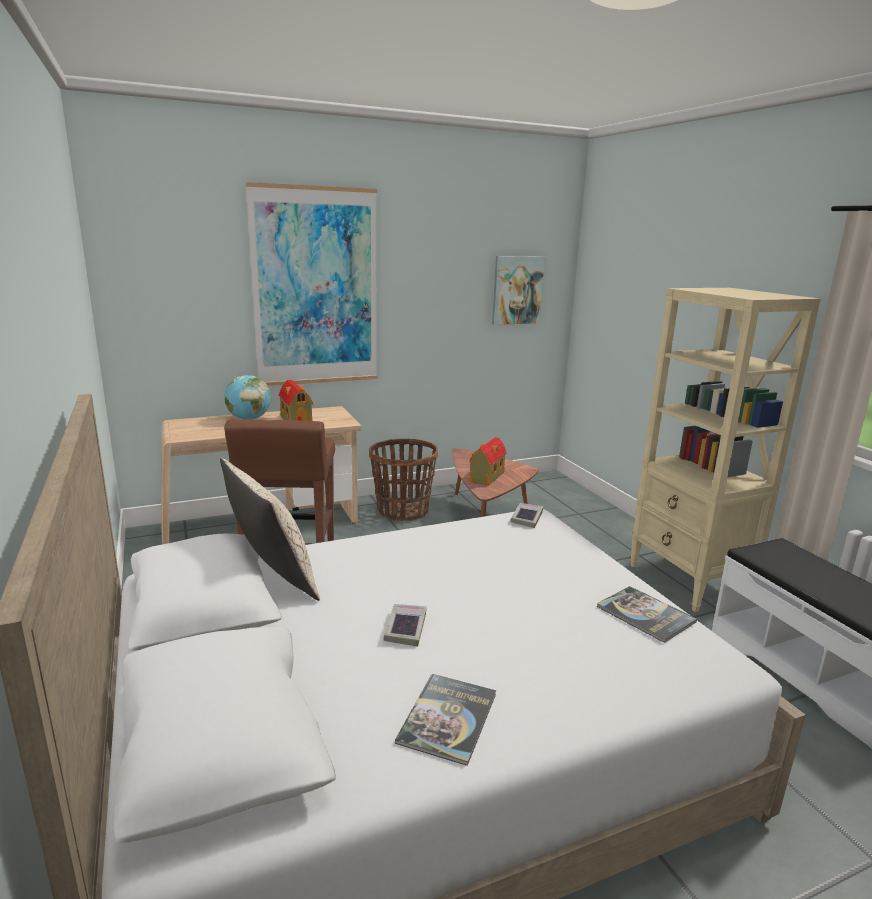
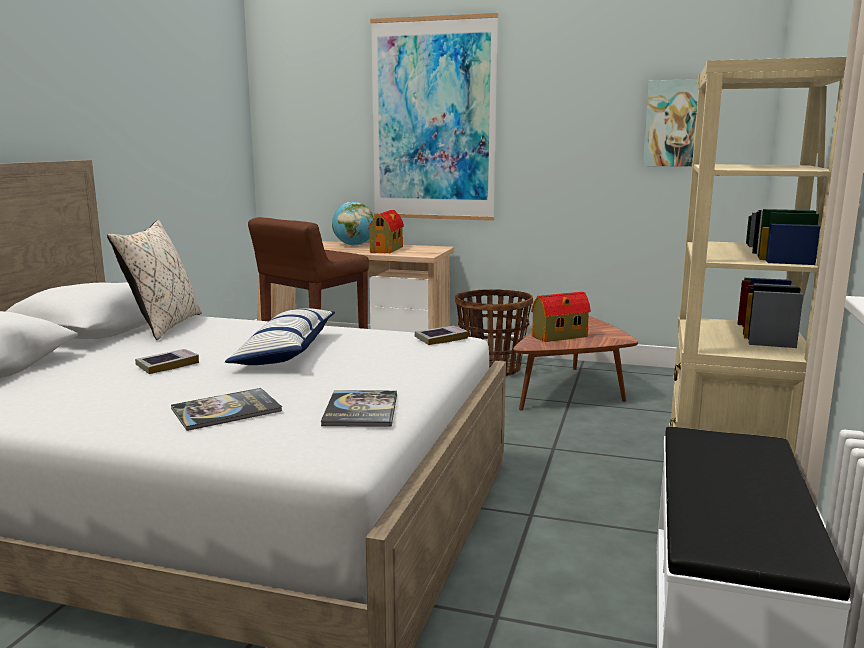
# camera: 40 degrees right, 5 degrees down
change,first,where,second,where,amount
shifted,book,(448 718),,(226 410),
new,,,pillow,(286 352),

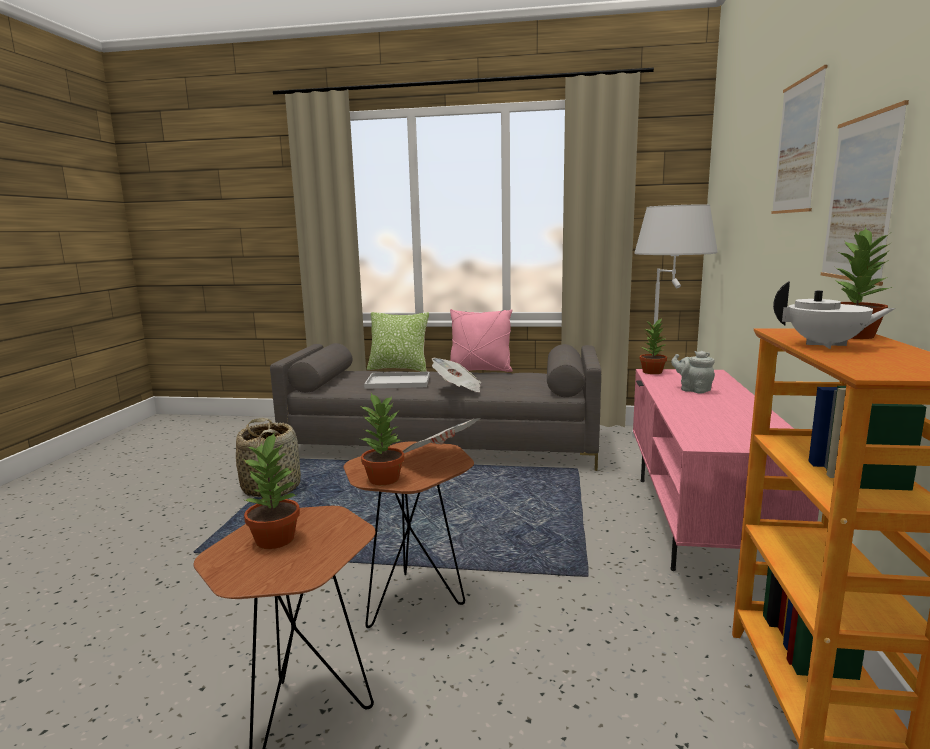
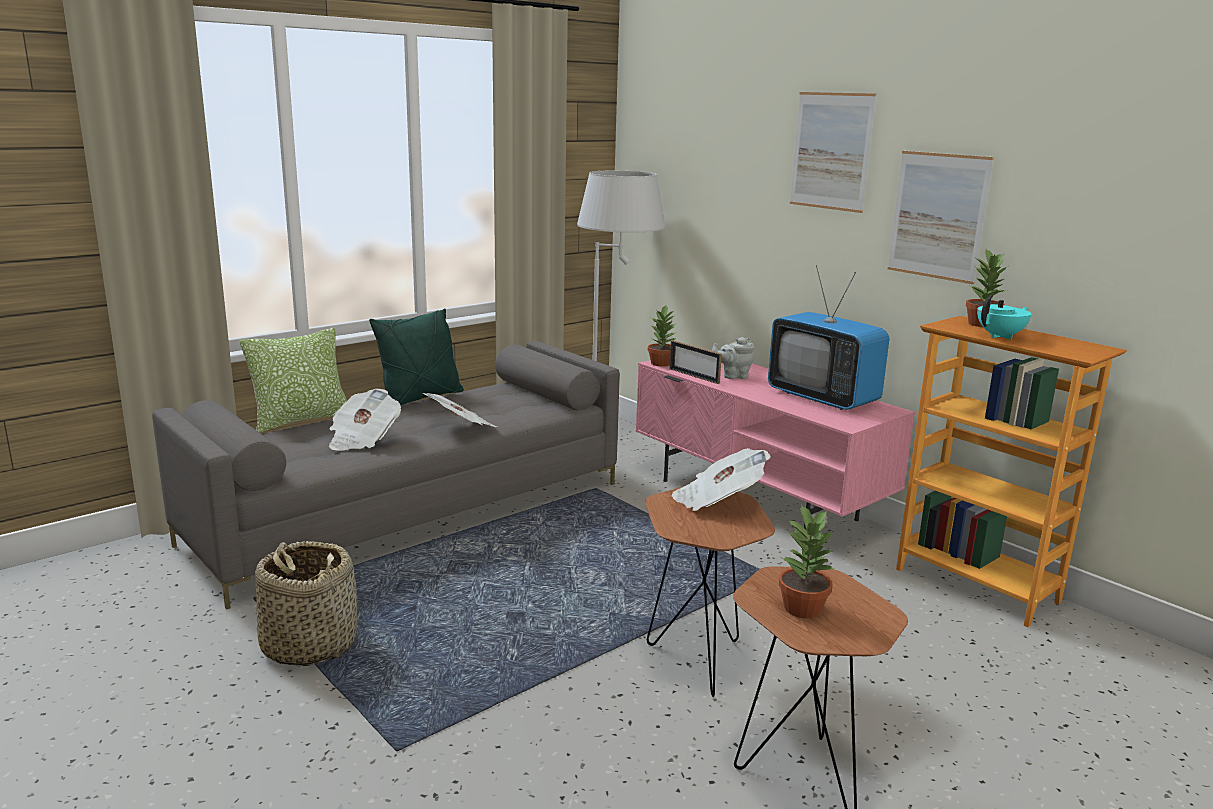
# camera: 50 degrees left, 5 degrees up
change,first,where,second,where,amount
gone,potted plant,(384 478),,,
swapped,white tray,(396 382),newspaper,(362 439),
repainted,pink pillow,(480 371),green pillow,(420 398),
repainted,white teapot,(826 345),turquoise teapot,(1001 336),
new,,,picture frame,(693 376),
new,,,television,(823 398),

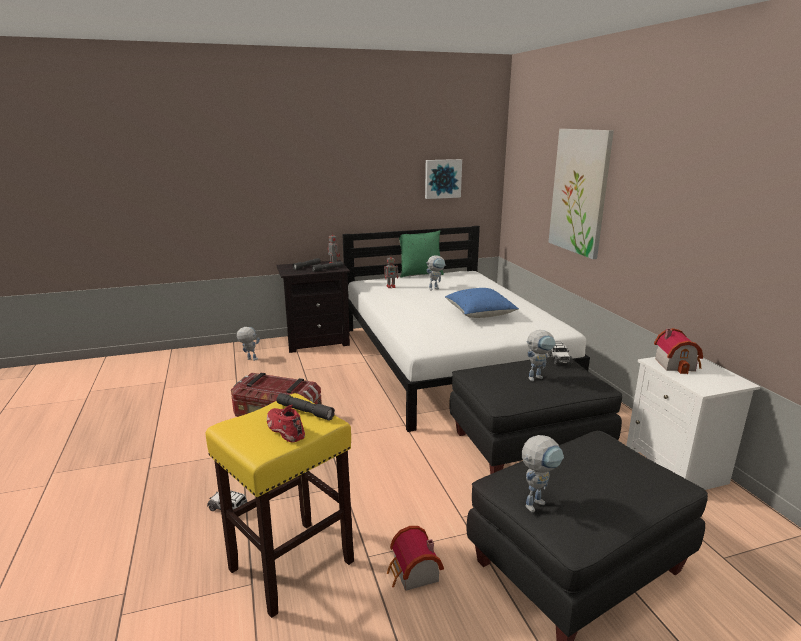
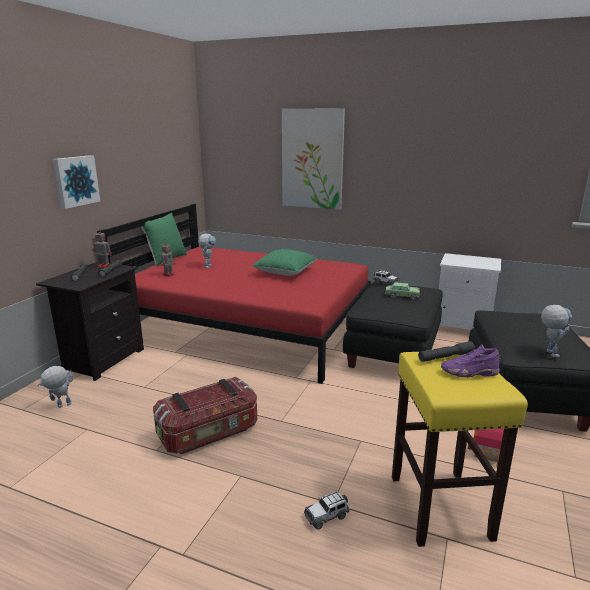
# camera: 50 degrees left, 0 degrees up
change,first,where,second,where,amount
repainted,red shoe,(284 429),purple shoe,(469 372),
repainted,white bed,(448 361),red bed,(248 326),
shifted,picture,(442 178),,(75 181),
repainted,blue pillow,(479 314),green pillow,(285 272),
swapped,toy robot,(537 377),toy car,(402 296),
gone,toy house,(677 364),,,

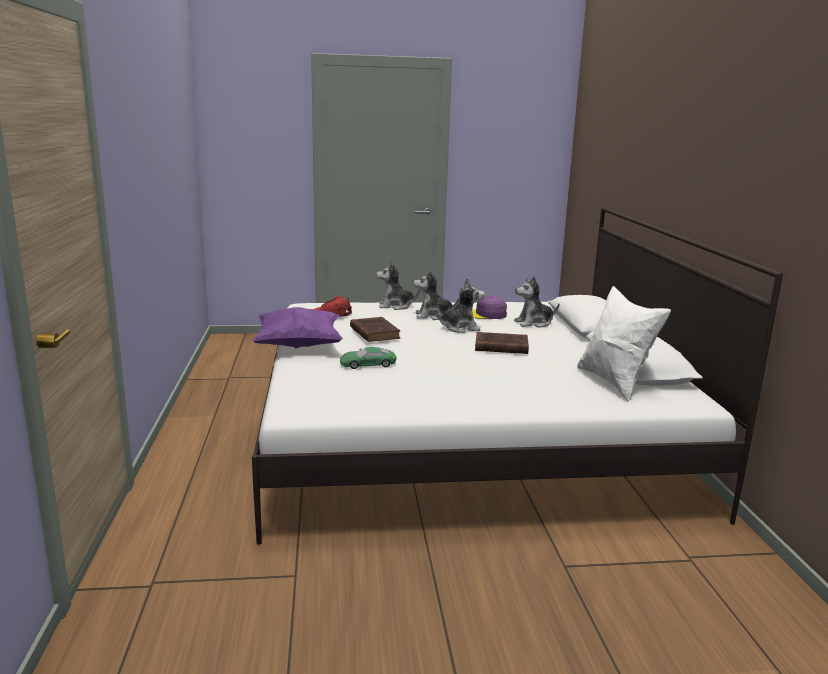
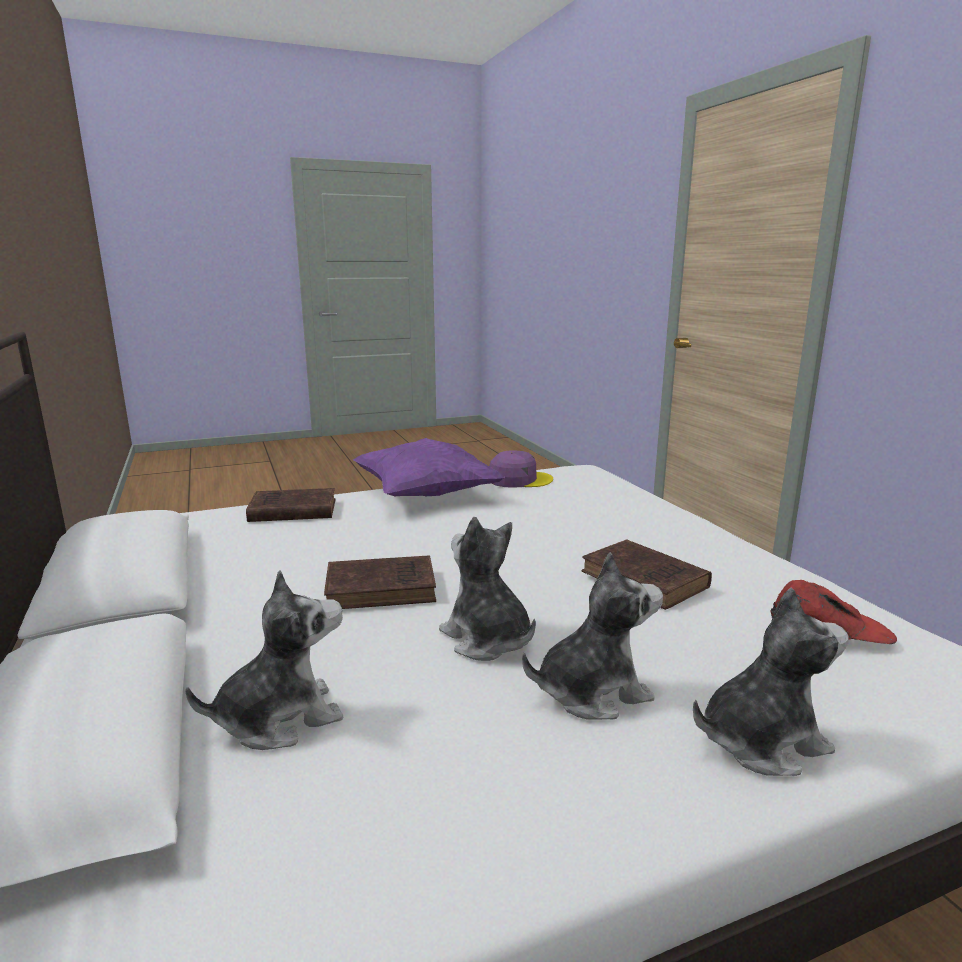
# camera: 165 degrees right, 0 degrees up
change,first,where,second,where,amount
shifted,purple pillow,(298 346),,(426 495),
gone,green toy car,(368 364),,,
rotated,plush toy,(460 328),,(487 640),75 degrees clockwise
shifted,purple cap,(486 314),,(519 479),
gone,white pillow,(614 383),,,
new,,,brown book,(290 511),

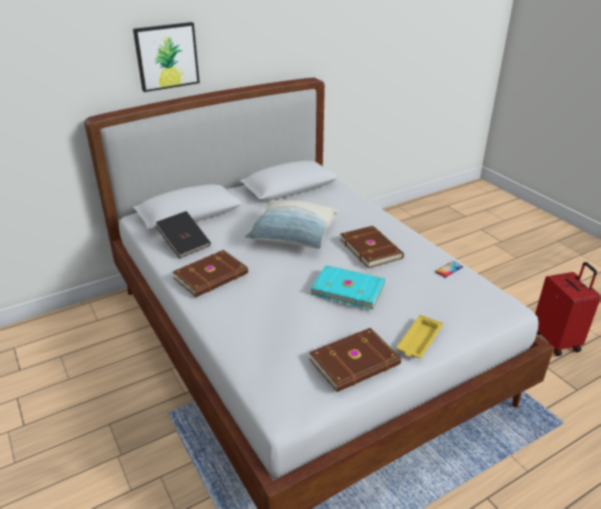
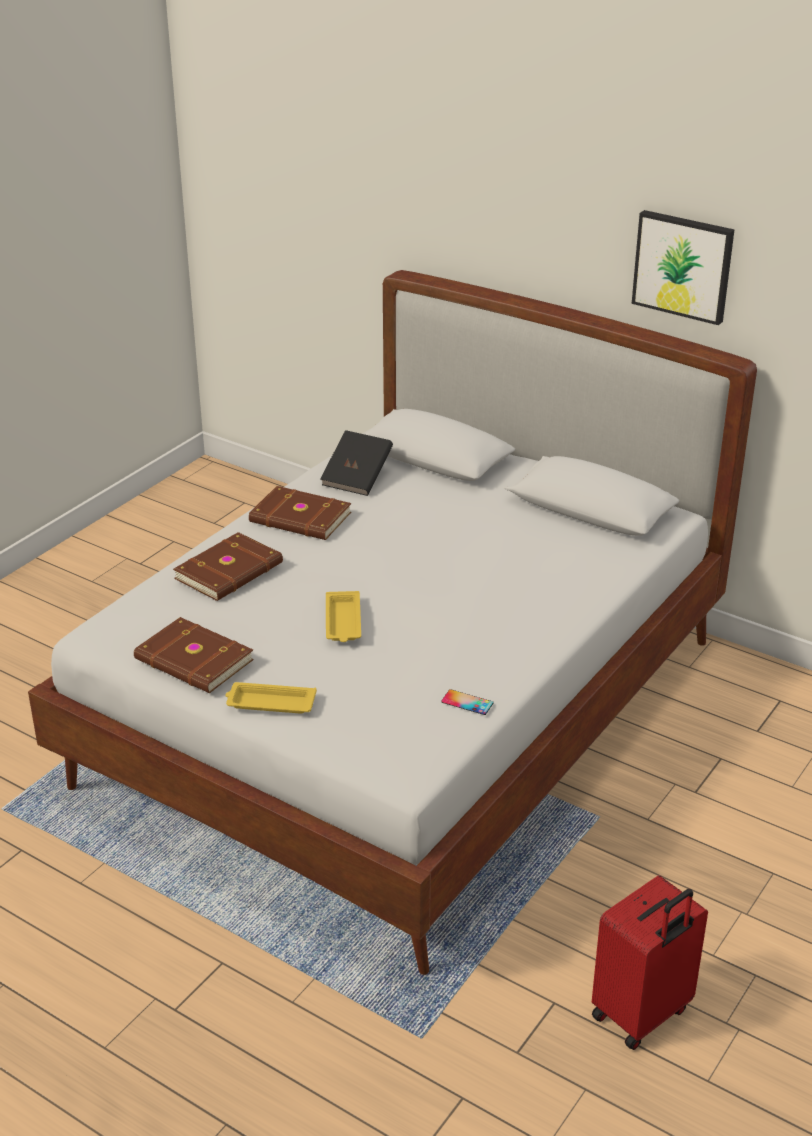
# camera: 65 degrees right, 0 degrees up
change,first,where,second,where,amount
shifted,picture,(166 56),,(683 266),
gone,pillow,(293 236),,,
swapped,turquoise book,(347 289),yellow tray,(343 622),
shifted,brown book,(371 248),,(230 571),

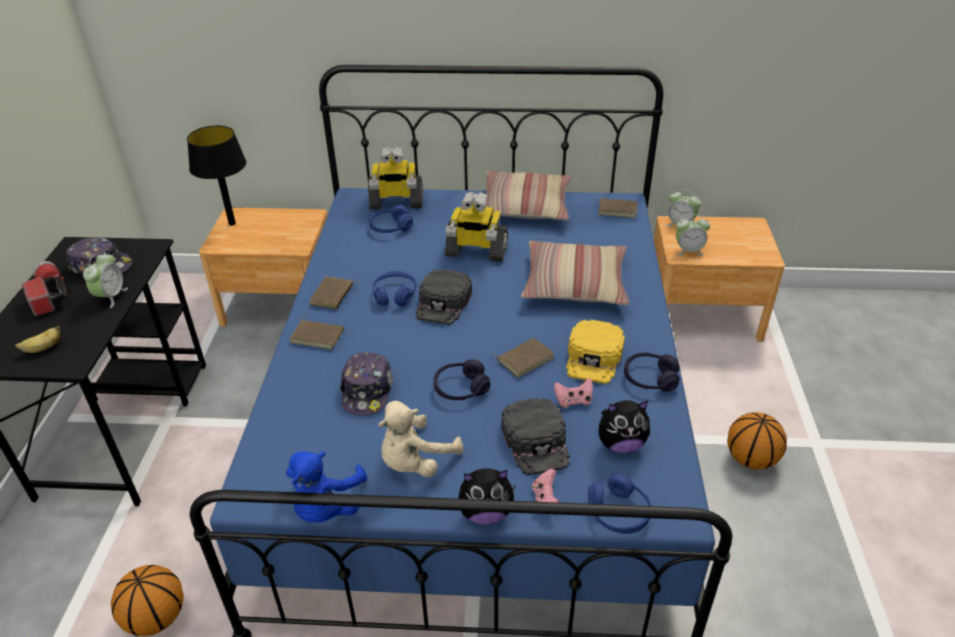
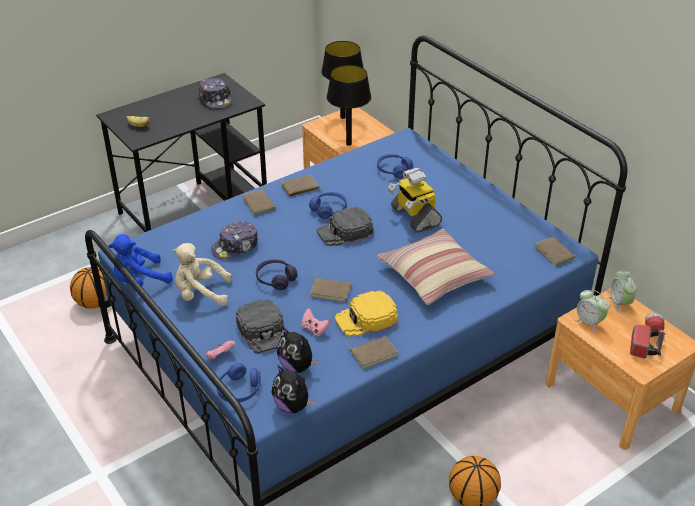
# camera: 50 degrees right, 0 degrees up
change,first,where,second,where,amount
shifted,flashlight,(49 296),,(646 342),
gone,alarm clock,(111 296),,,
gone,toy robot,(396 202),,,
shifted,plush toy,(485 513),,(292 406),
gone,pillow,(525 206),,,
rotated,black cap,(536 442),,(263 331),60 degrees counterclockwise
swapped,purple headphones,(650 379),brown book,(373 353),
new,,,black table lamp,(348 144),

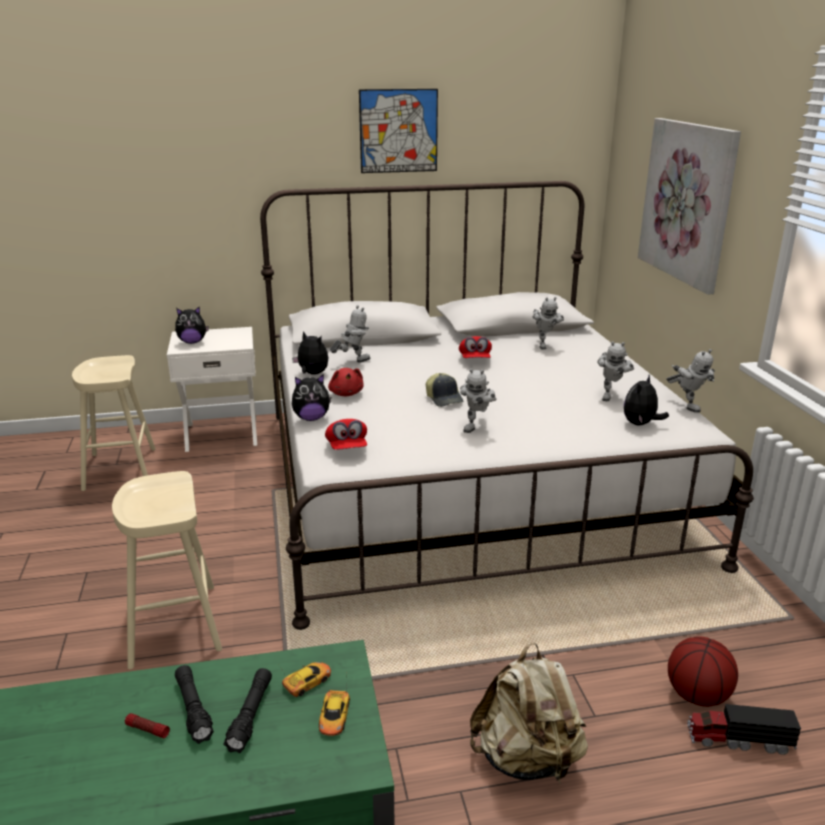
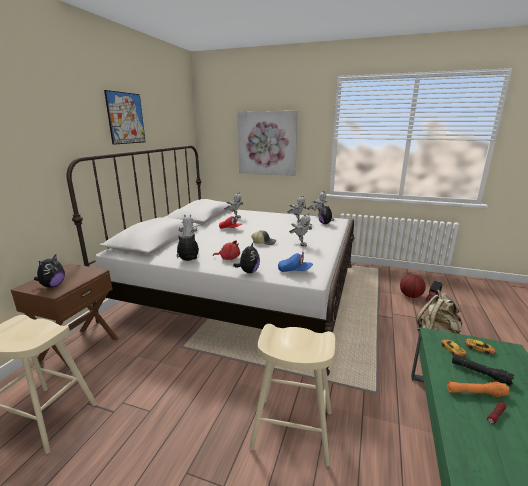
# camera: 60 degrees left, 5 degrees down
change,first,where,second,where,amount
repainted,white nightstand,(222 433),brown nightstand,(78 349),
repainted,black flashlight,(193 709),orange flashlight,(475 393),
repainted,red cap,(347 448),blue cap,(294 271),

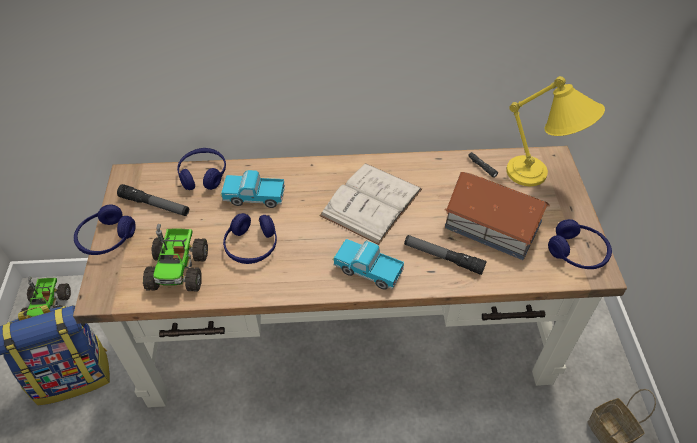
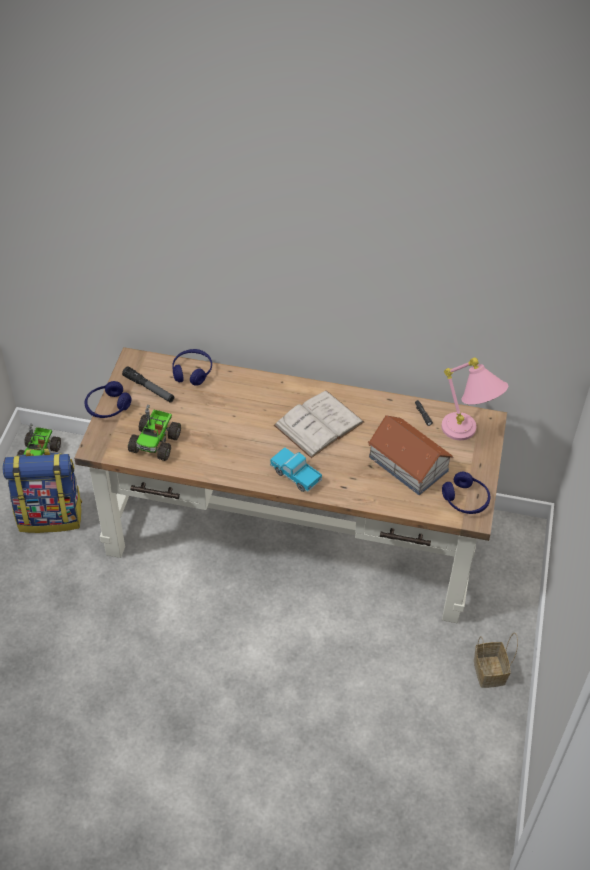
# camera: 15 degrees right, 0 degrees up
change,first,where,second,where,amount
gone,toy truck,(254 197),,,
gone,blue headphones,(251 246),,,
gone,flashlight,(443 258),,,
repainted,yellow table lamp,(540 178),pink table lamp,(467 435),

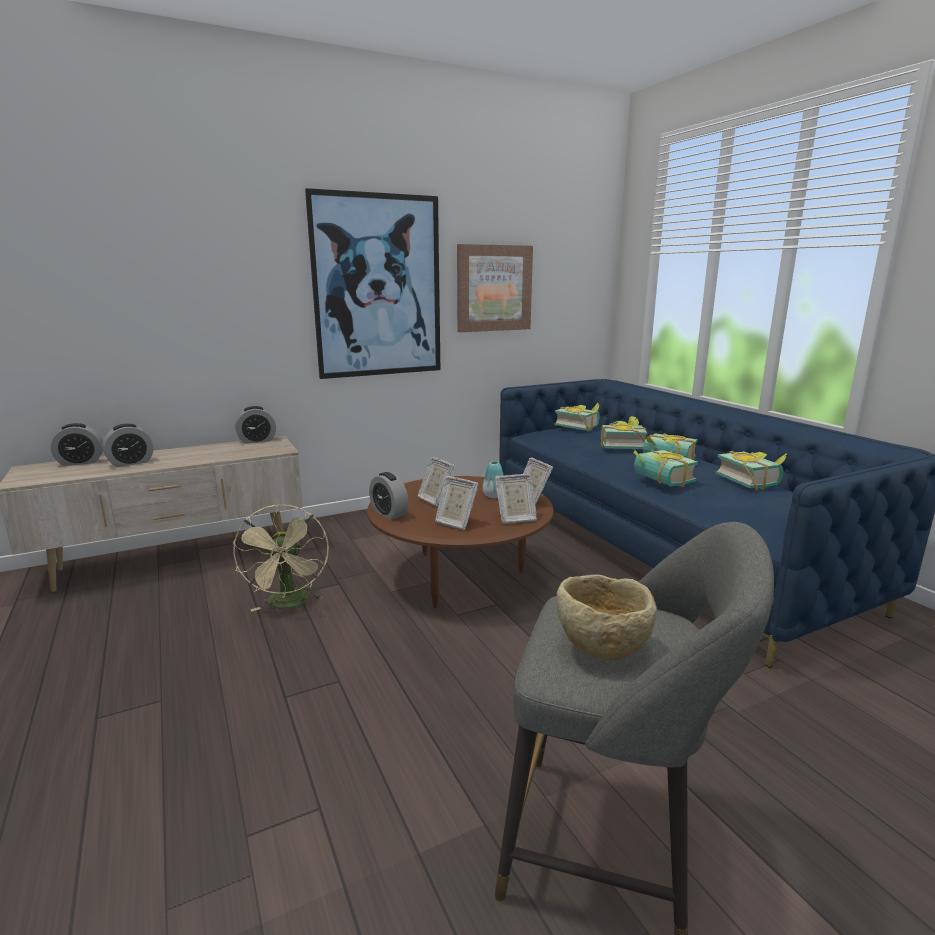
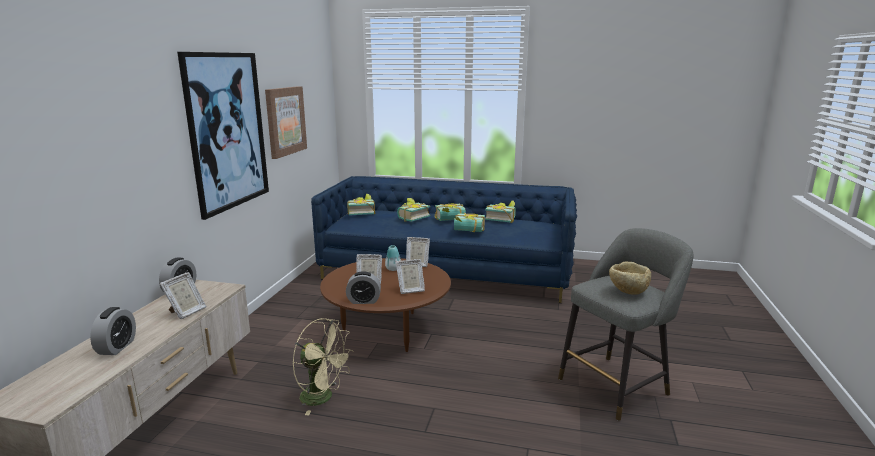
# camera: 50 degrees left, 0 degrees up
change,first,where,second,where,amount
gone,alarm clock,(81 462),,,
shifted,picture frame,(515 519),,(186 312),

